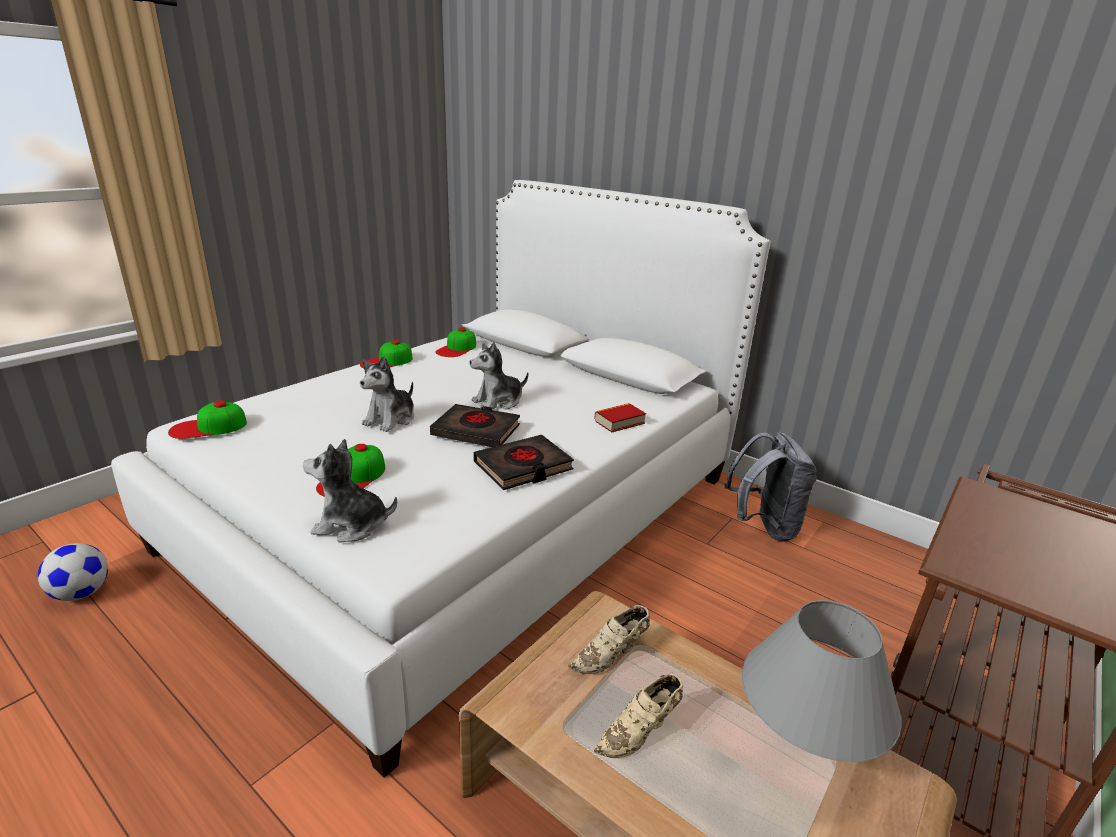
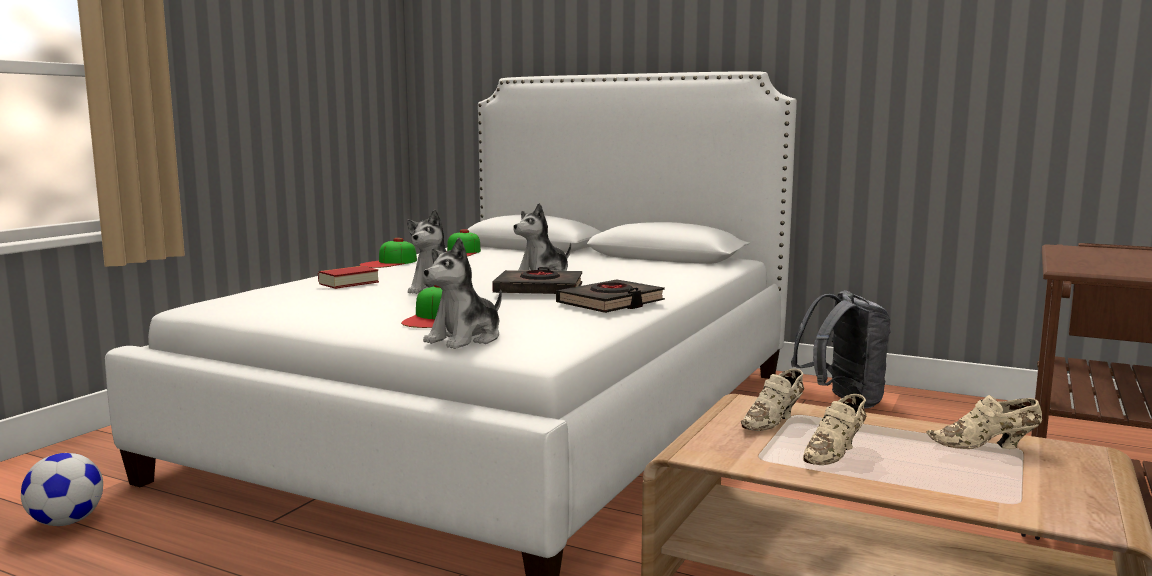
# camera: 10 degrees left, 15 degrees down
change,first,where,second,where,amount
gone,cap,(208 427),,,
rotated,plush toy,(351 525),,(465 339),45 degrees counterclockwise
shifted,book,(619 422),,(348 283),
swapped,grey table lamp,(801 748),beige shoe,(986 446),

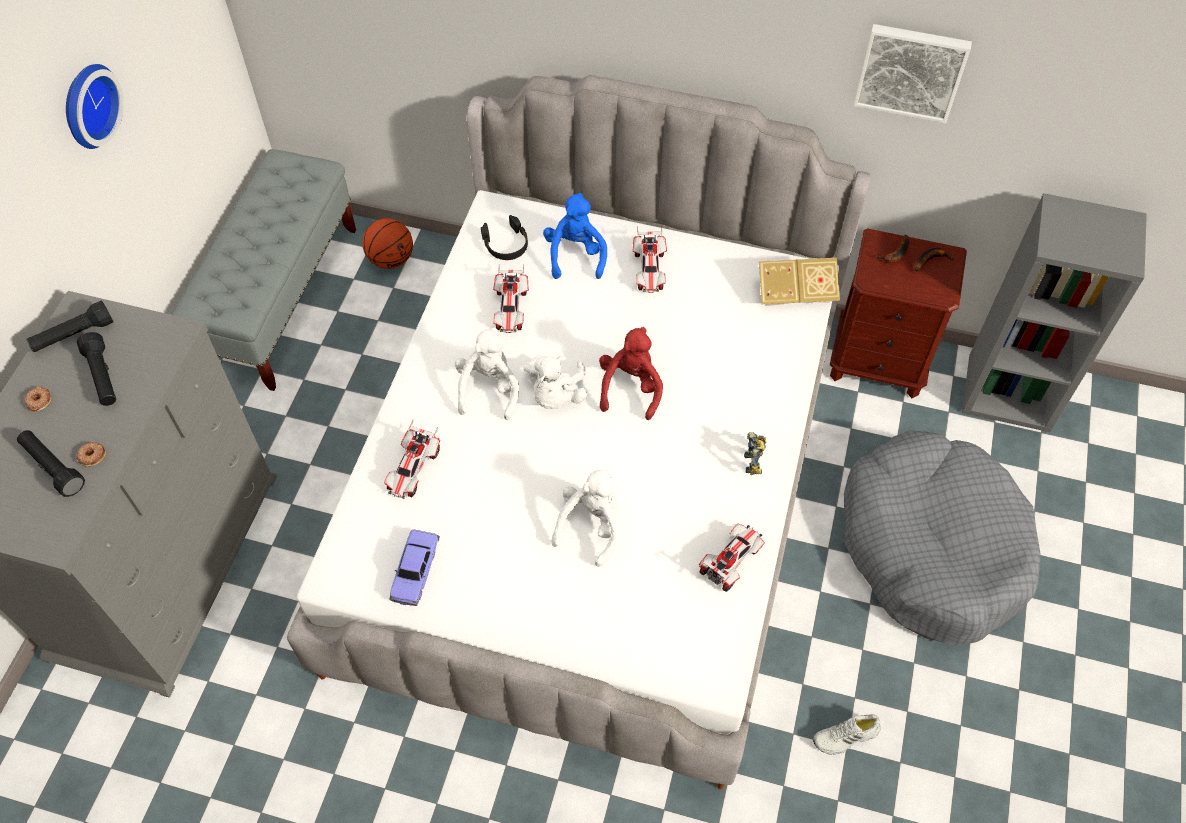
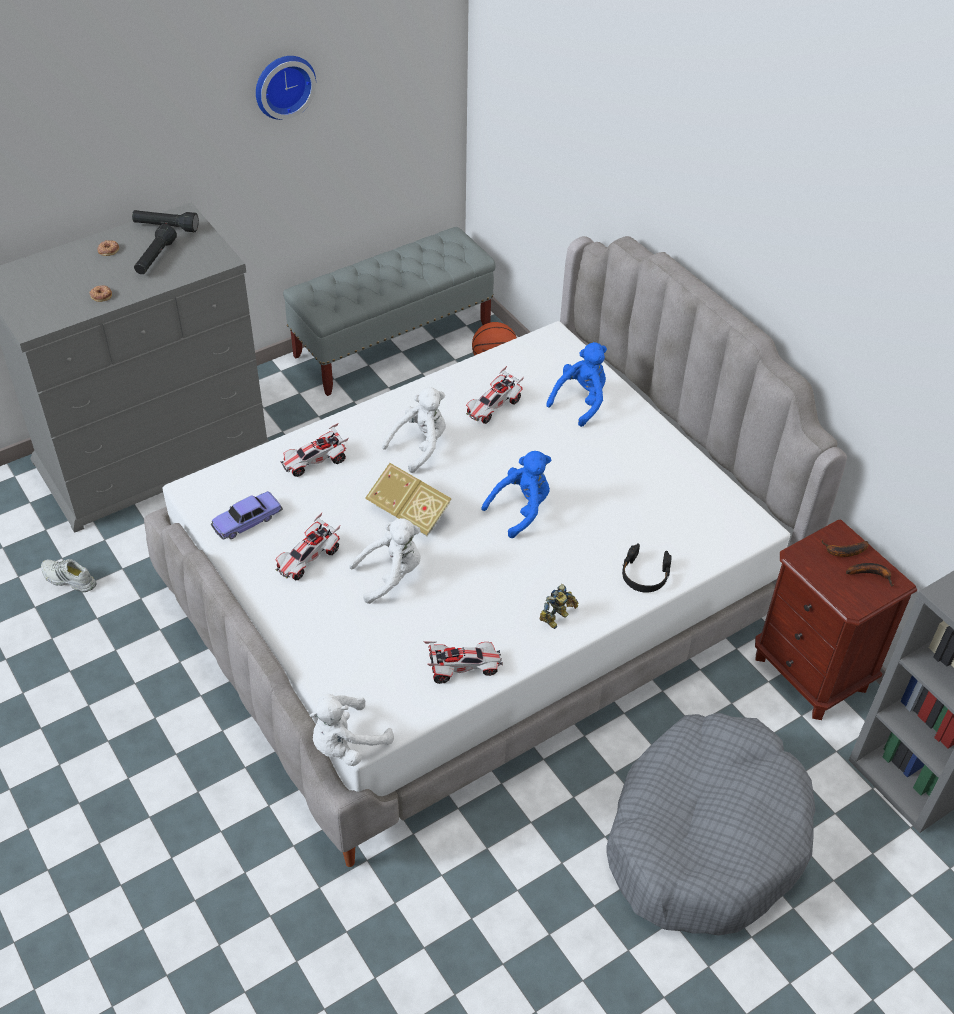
# camera: 40 degrees right, 10 degrees down
change,first,where,second,where,amount
gone,black flashlight,(53 467),,,
shifted,black headphones,(506 244),,(645 575),
shifted,white plush toy,(555 395),,(346 744),
repainted,red plush toy,(630 388),blue plush toy,(521 509),
shifted,toy car,(649 270),,(308 559),
shifted,book,(795 293),,(410 513),
shifted,white shoe,(846 737),,(68 579),
gone,picture,(911 71),,,

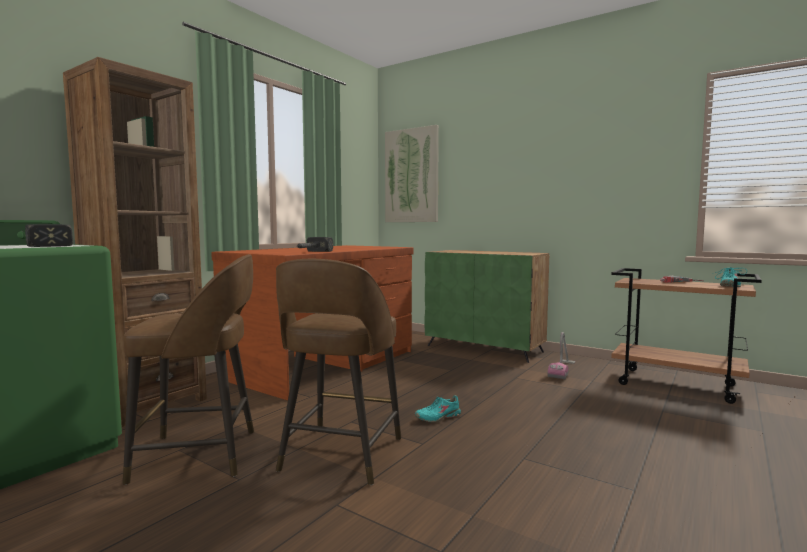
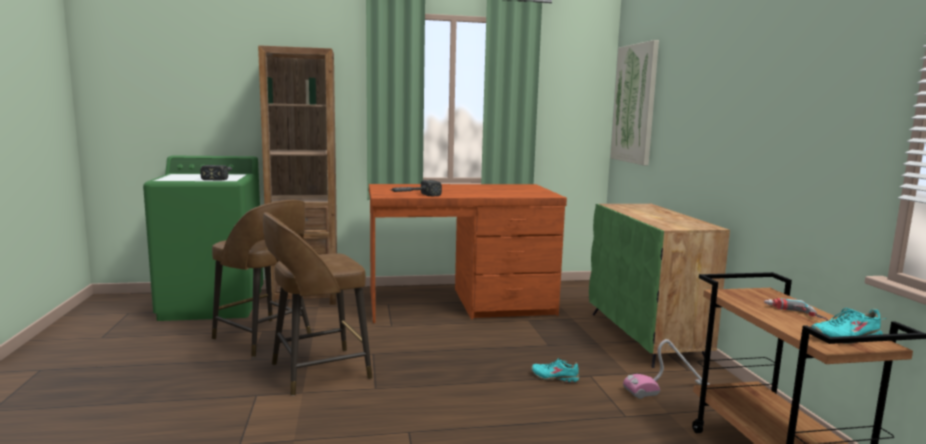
# camera: 45 degrees right, 5 degrees up
change,first,where,second,where,amount
shifted,turquoise shoe,(438 417),,(555 377),

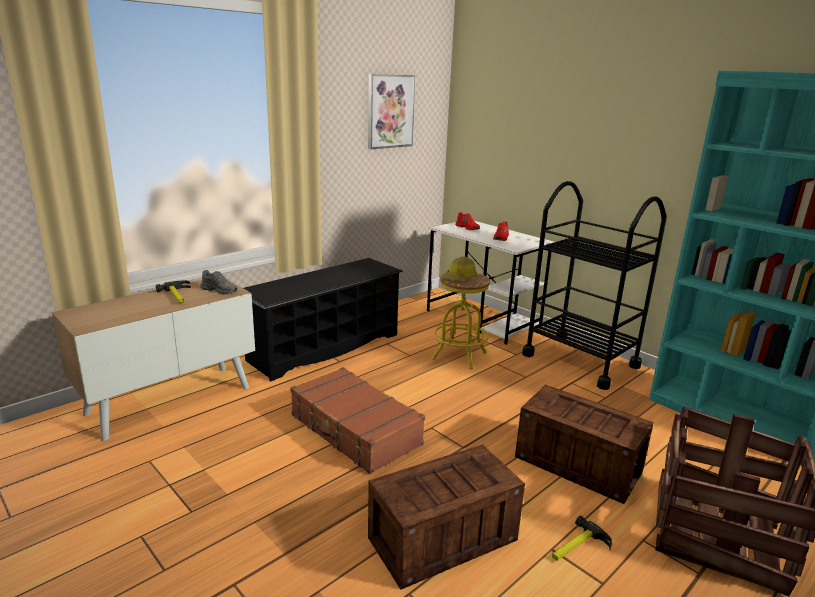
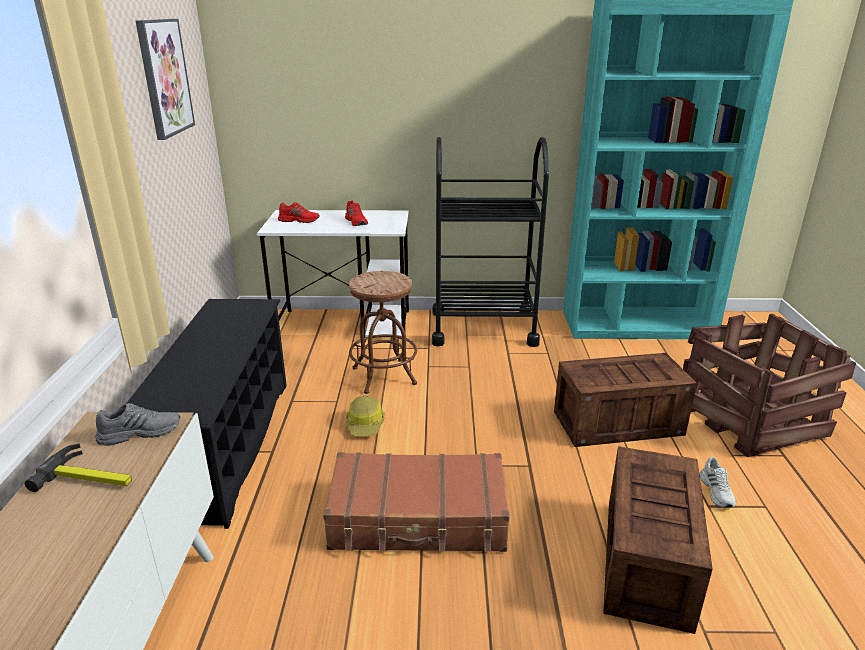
# camera: 45 degrees left, 5 degrees up
change,first,where,second,where,amount
repainted,yellow stool,(459 356),brown stool,(384 376),
shifted,hard hat,(460 278),,(365 425),
swapped,hammer,(578 548),white shoe,(717 491),

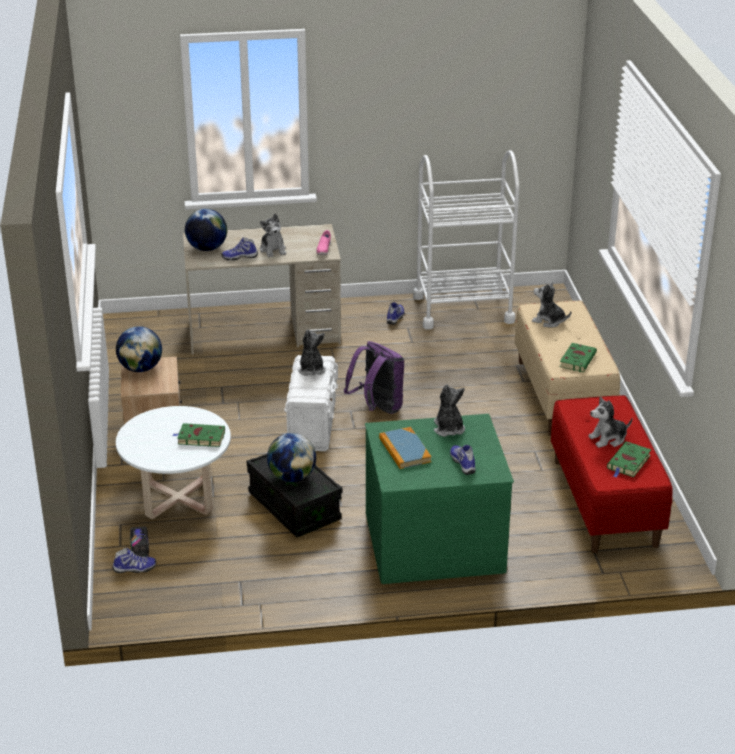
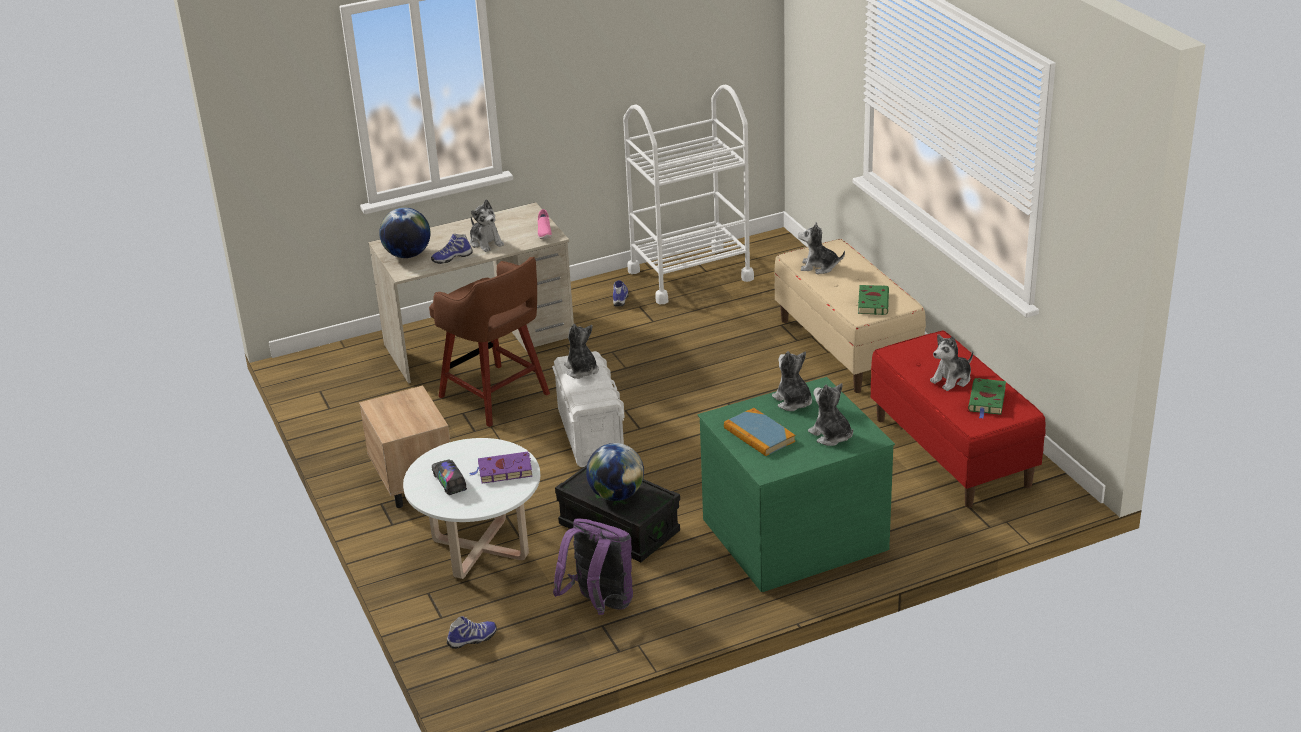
# camera: 15 degrees left, 0 degrees up
change,first,where,second,where,amount
gone,globe,(140 368),,,
shifted,toy truck,(139 546),,(449 482),
repainted,green book,(200 438),purple book,(503 471),
shifted,purple backpack,(377 408),,(599 604),
swapped,shoe,(463 463),plush toy,(831 436),
new,,,brown stool,(496 397),

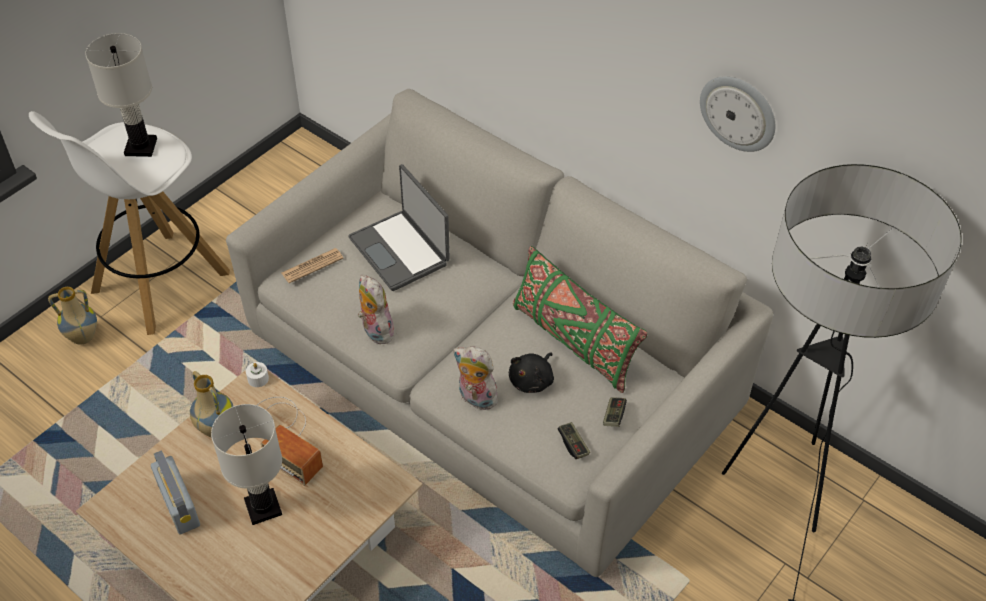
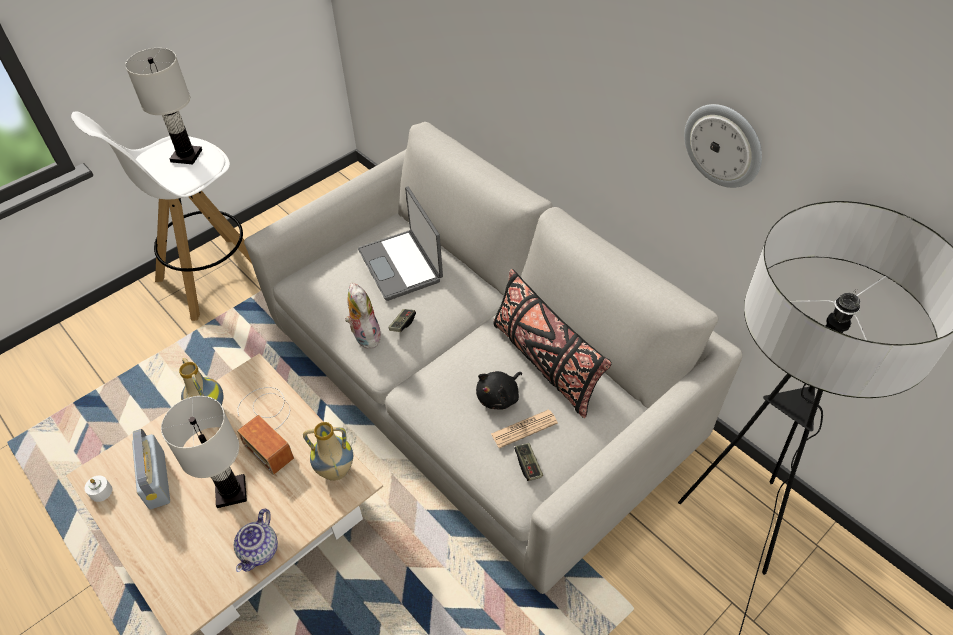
# camera: 10 degrees right, 0 degrees up
change,first,where,second,where,amount
shifted,vase,(83 338),,(335 471),
shifted,white candle,(258 378),,(101 492),
shifted,newspaper,(312 266),,(524 429),
gone,plush toy,(475 398),,,
repainted,green pillow,(573 341),black pillow,(544 362),
shifted,game controller,(614 416),,(402 324),
new,,,teapot,(260 551),

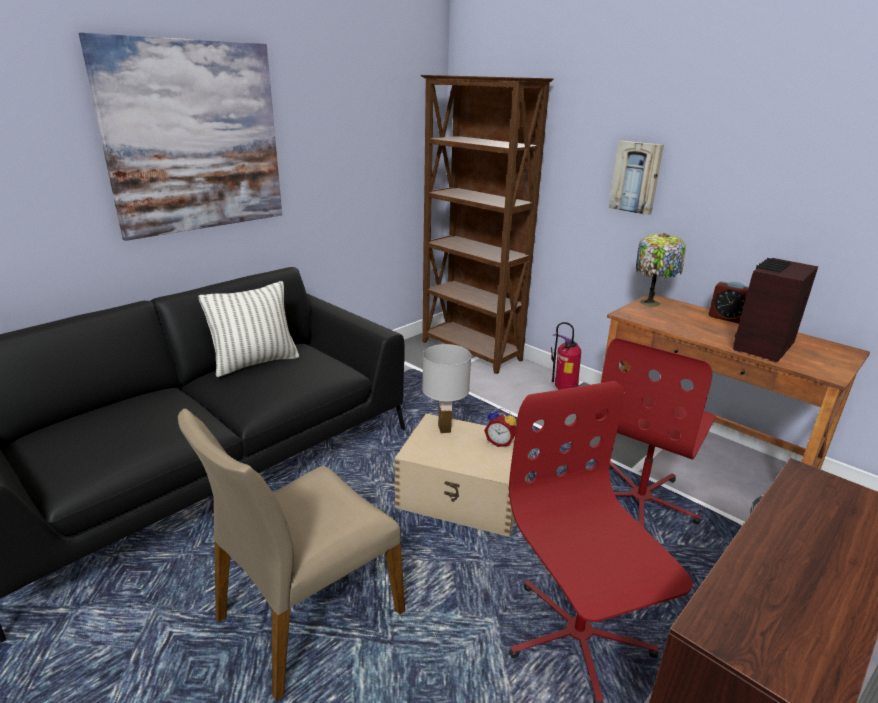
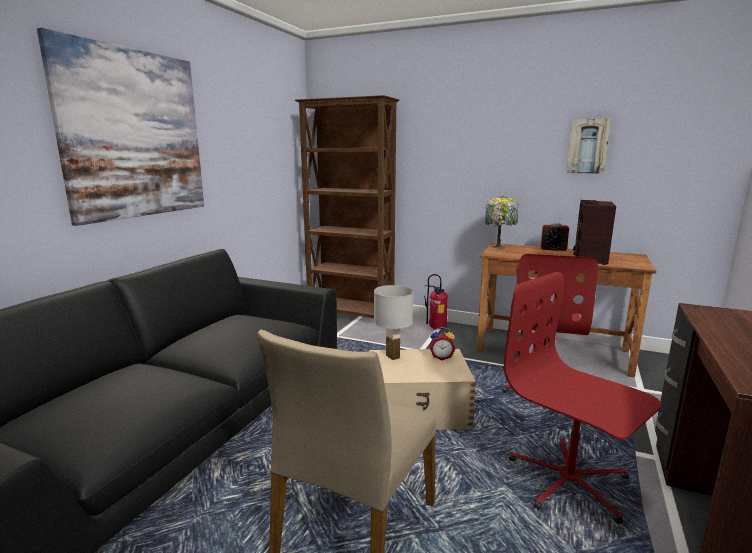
# camera: 20 degrees left, 10 degrees down
change,first,where,second,where,amount
gone,pillow,(255 363),,,
shifted,picture,(636 177),,(588 146),

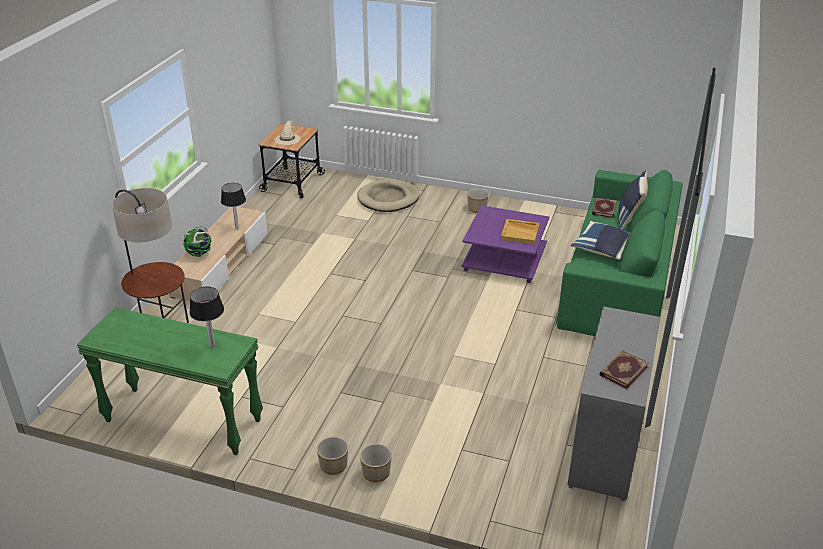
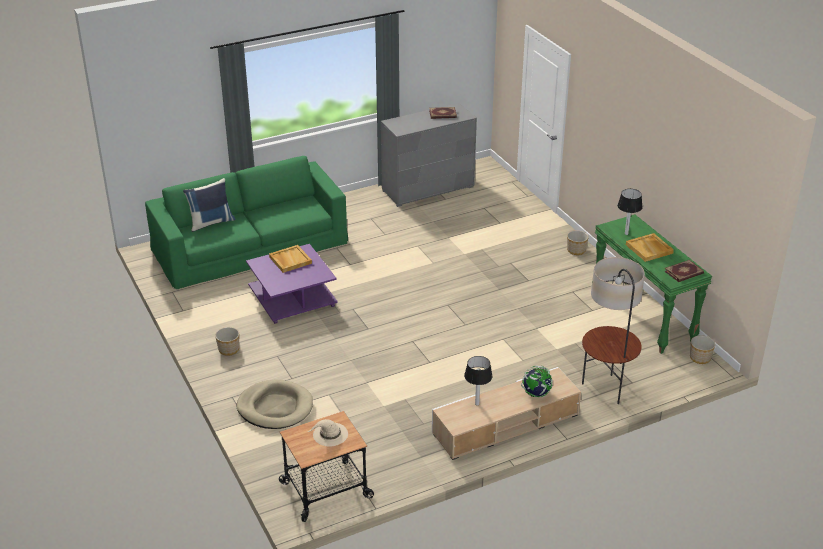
# camera: 135 degrees left, 0 degrees up
change,first,where,second,where,amount
shifted,planter,(375 473),,(700 358),
gone,blue pillow,(602 249),,,
shifted,book,(603 209),,(684 273),
new,,,beige tray,(649 249),

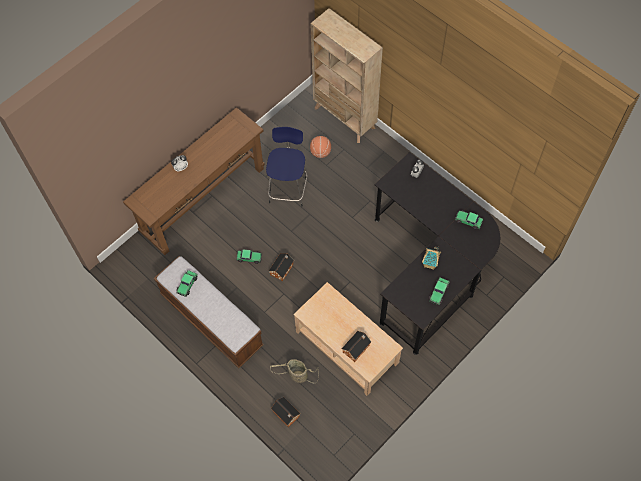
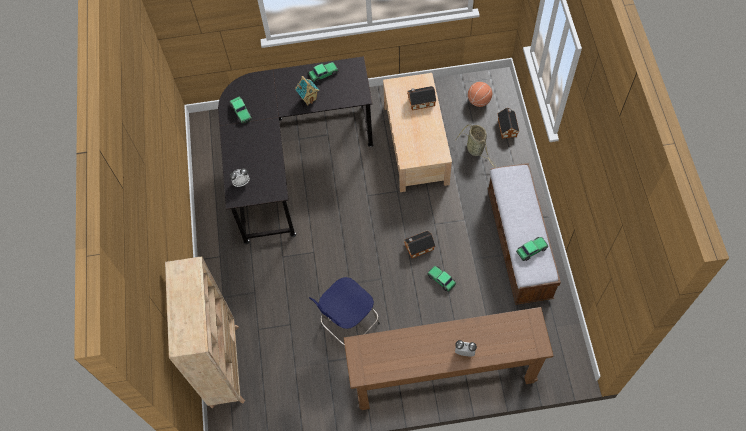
# camera: 140 degrees left, 0 degrees up
change,first,where,second,where,amount
shifted,basketball,(320 152),,(479 101),

